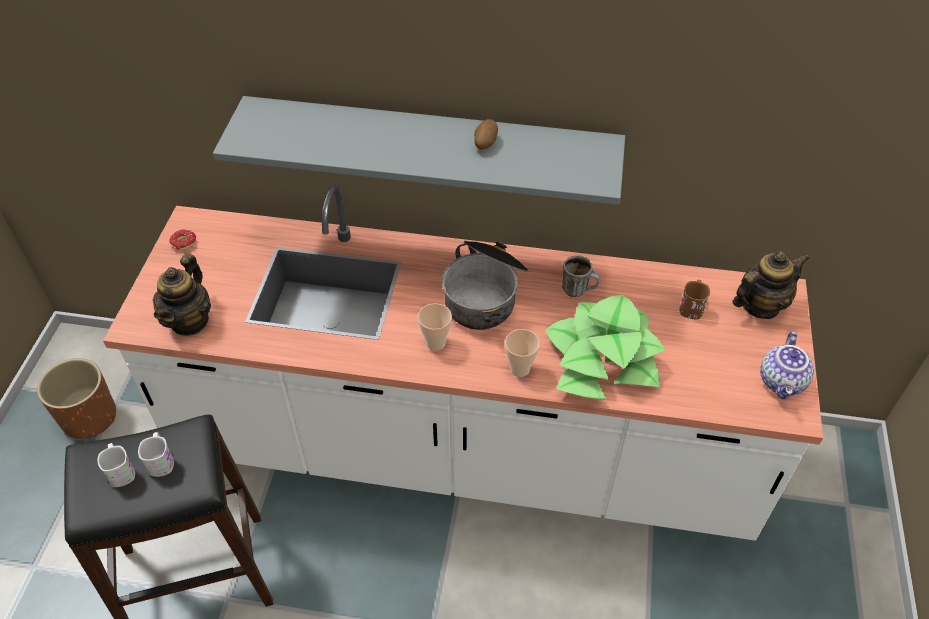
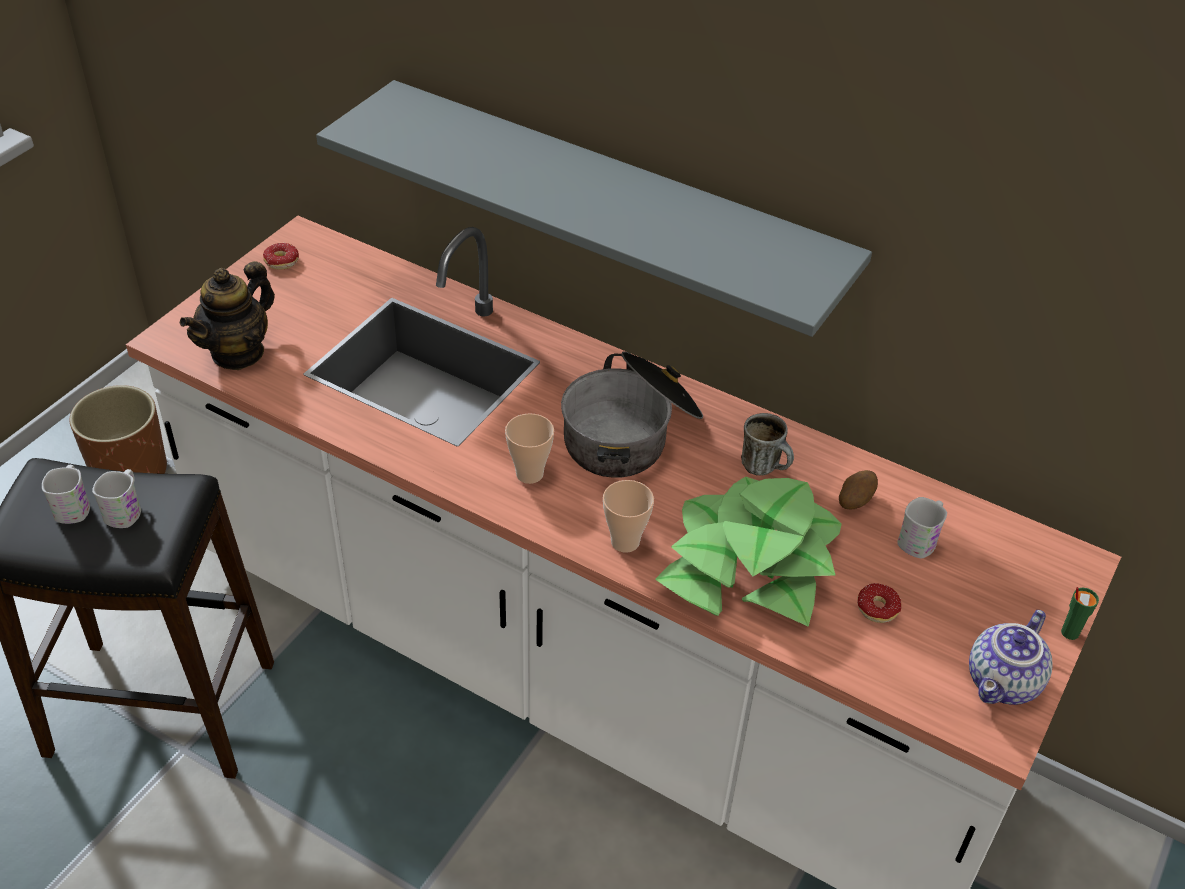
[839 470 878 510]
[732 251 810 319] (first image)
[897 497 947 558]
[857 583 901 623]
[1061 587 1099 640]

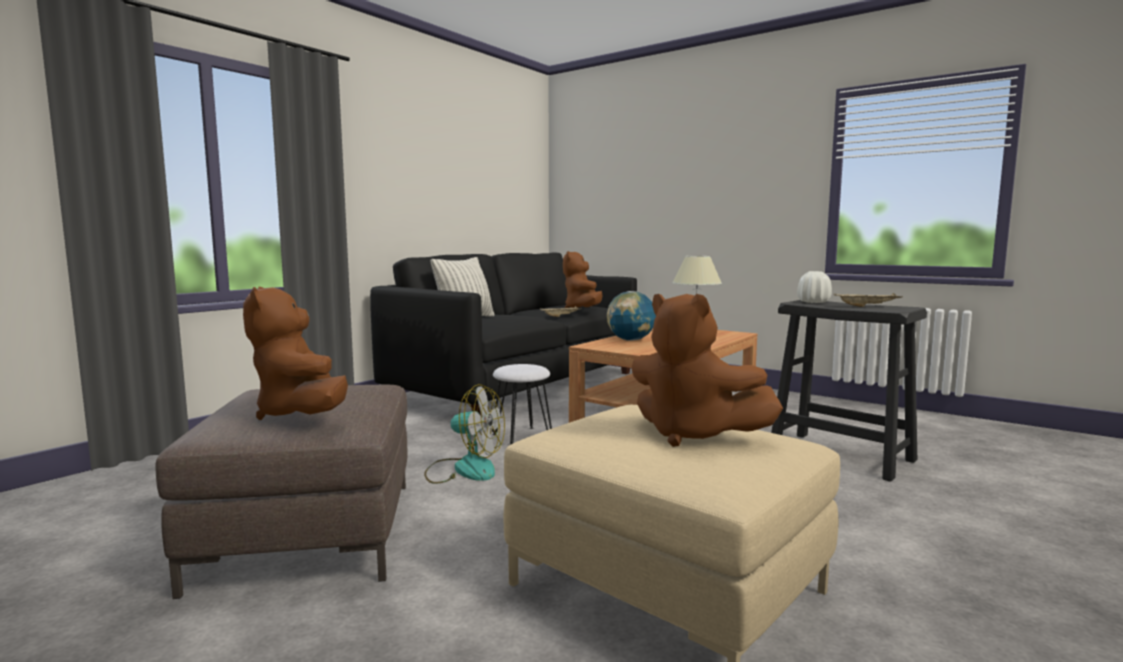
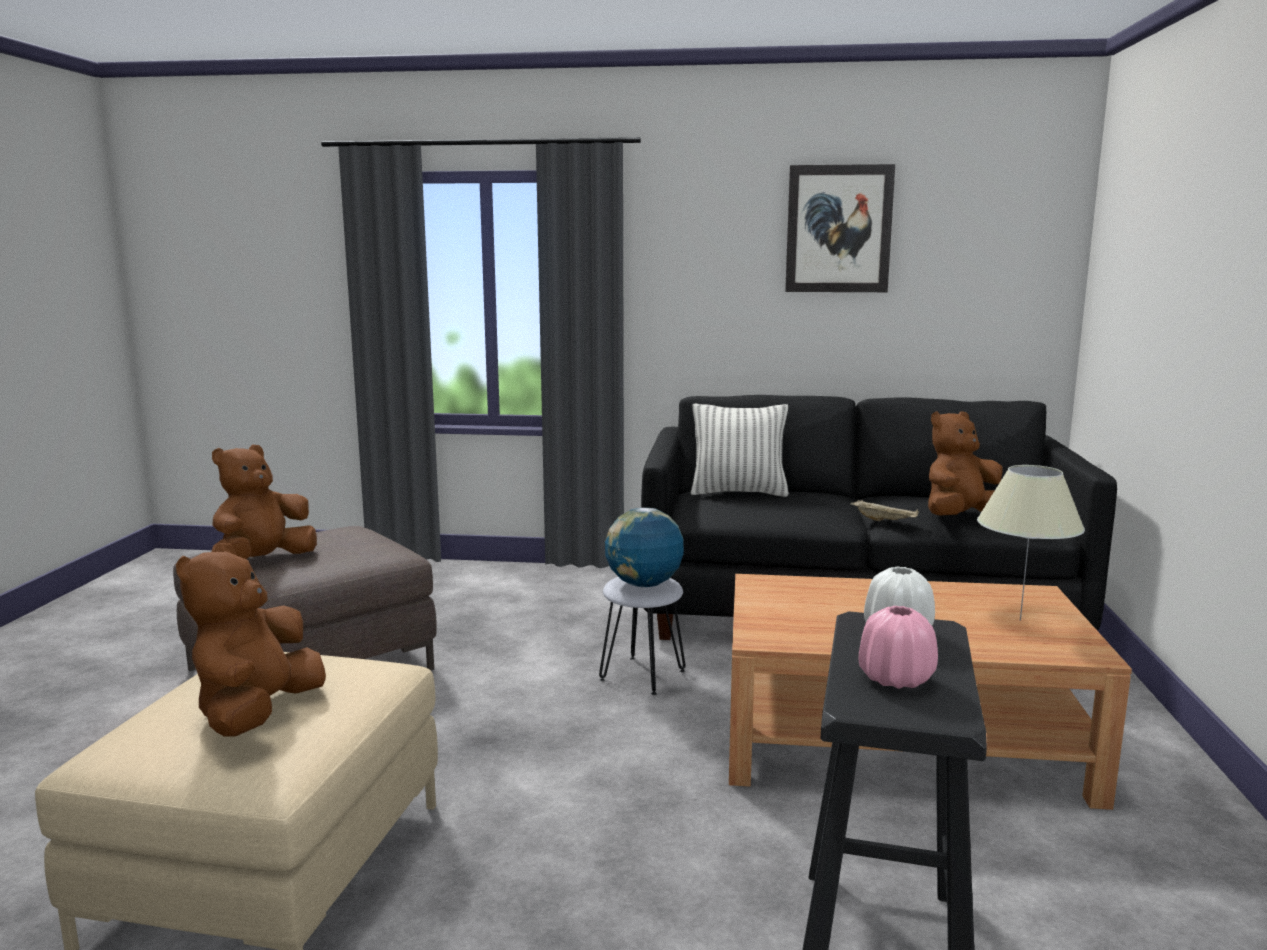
[605 508 684 587]
[858 606 938 689]
[424 384 505 484] (first image)
[785 164 895 292]

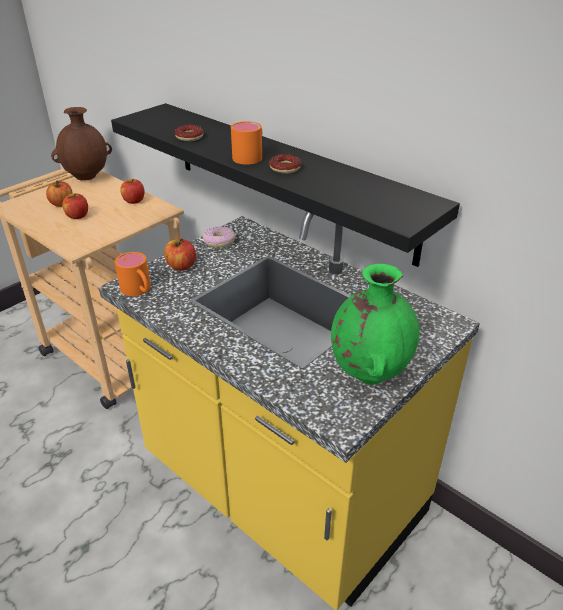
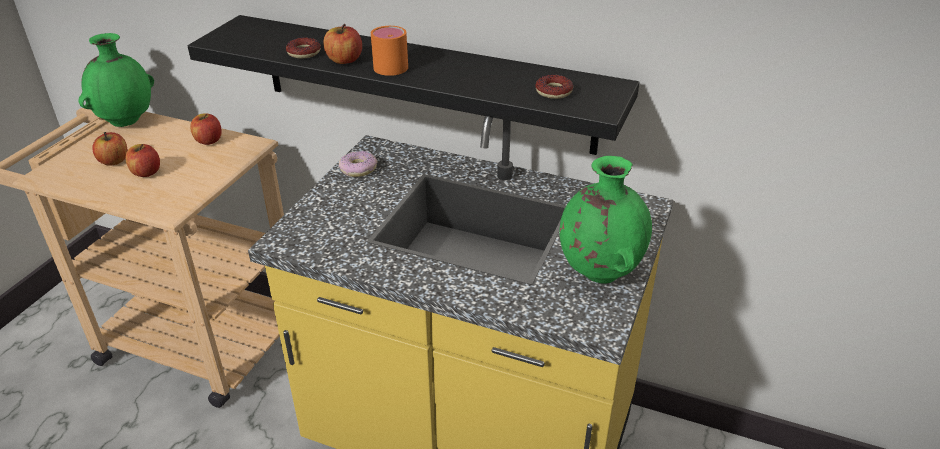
[78 33 154 127]
[535 75 573 99]
[323 24 362 64]
[115 252 151 296] (first image)

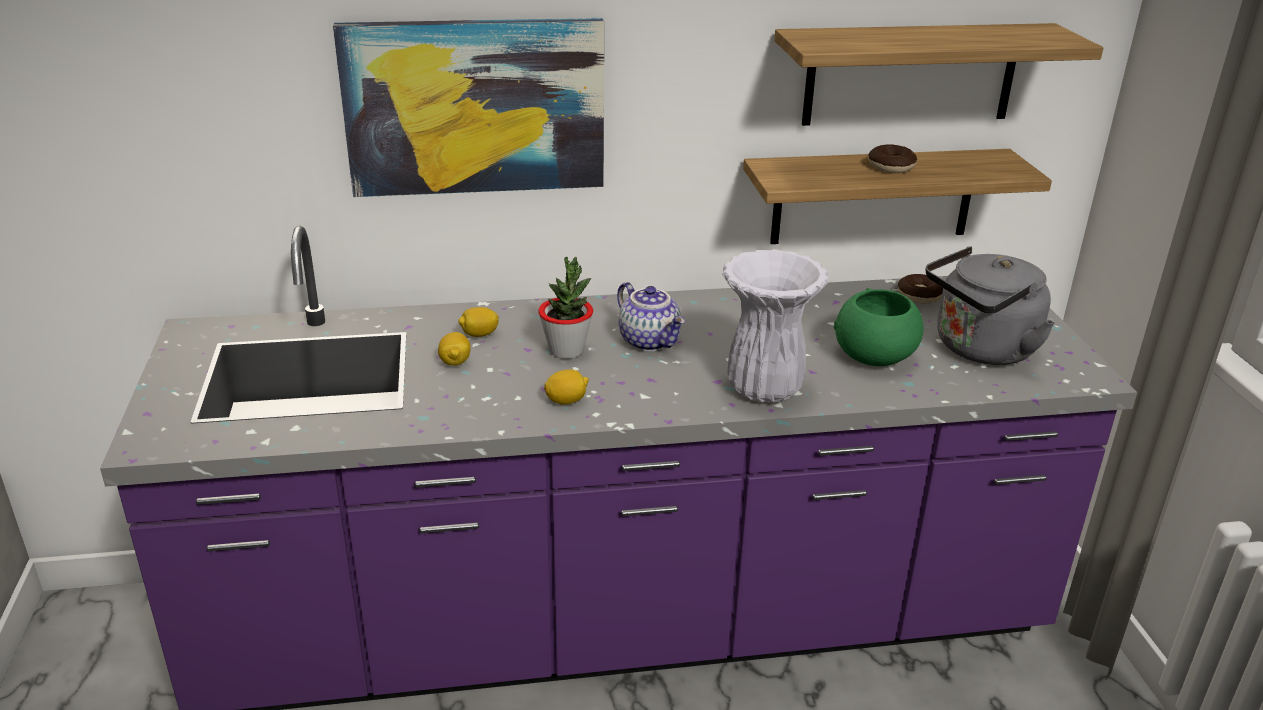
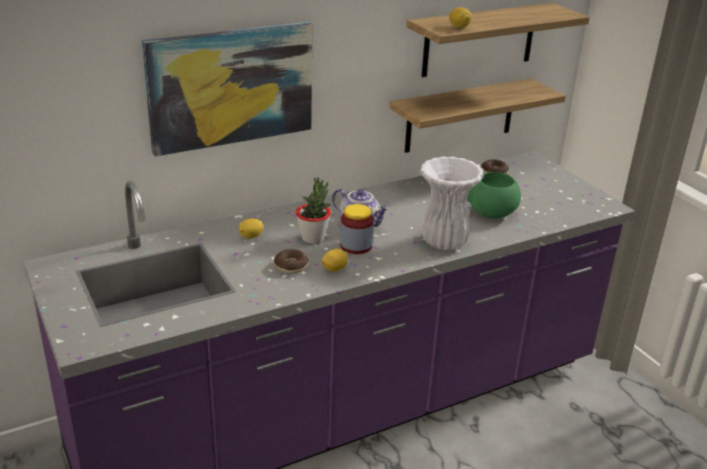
[274 249 309 274]
[926 246 1055 365] (first image)
[449 7 472 28]
[340 204 374 254]

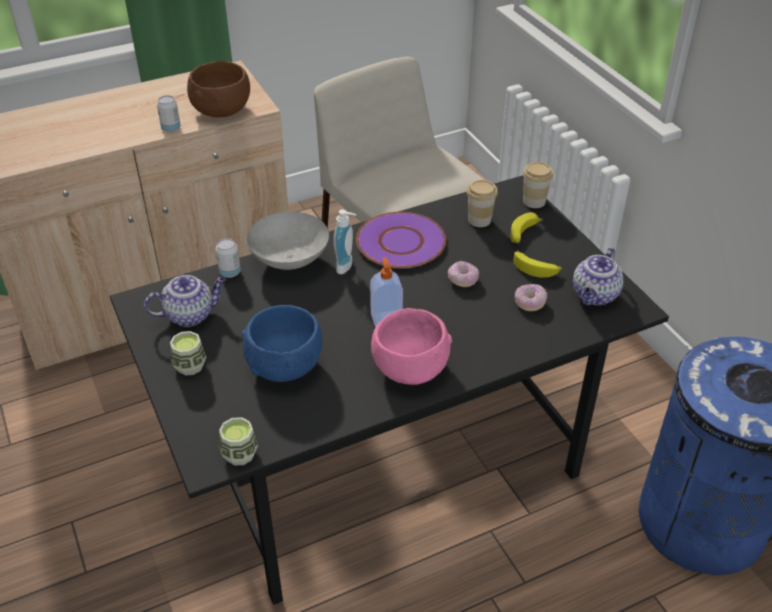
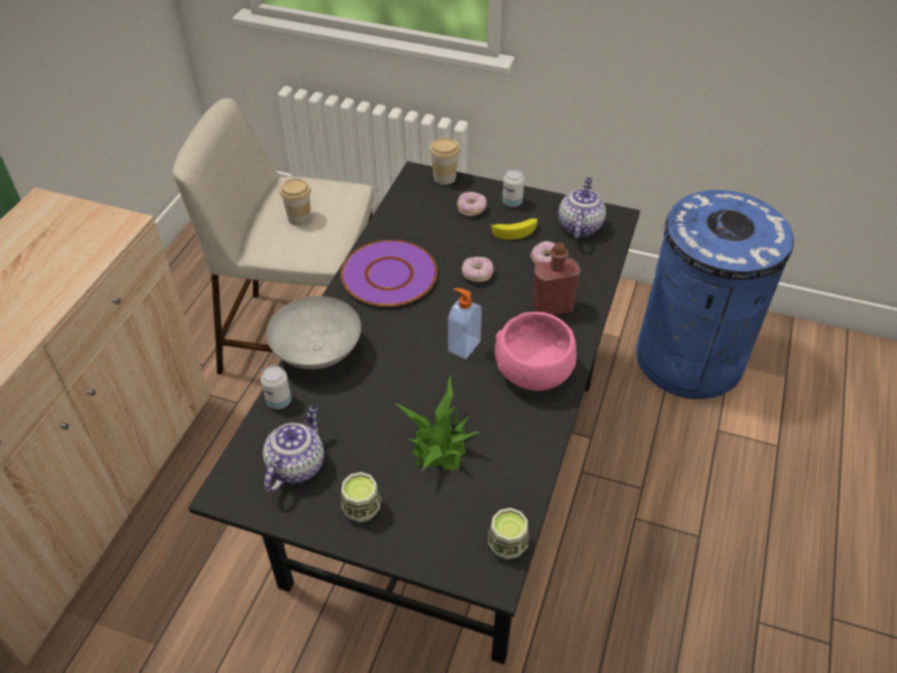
[187 61 250 117] (first image)
[502 169 524 207]
[280 178 311 226]
[334 209 356 274] (first image)
[457 192 487 216]
[558 177 606 239]
[396 376 479 470]
[532 243 580 315]

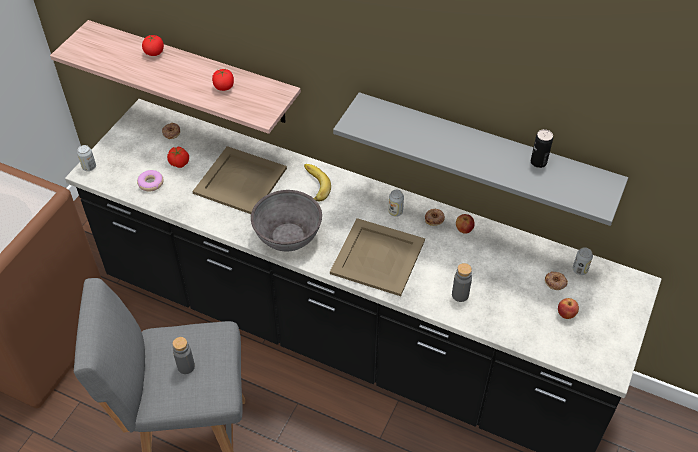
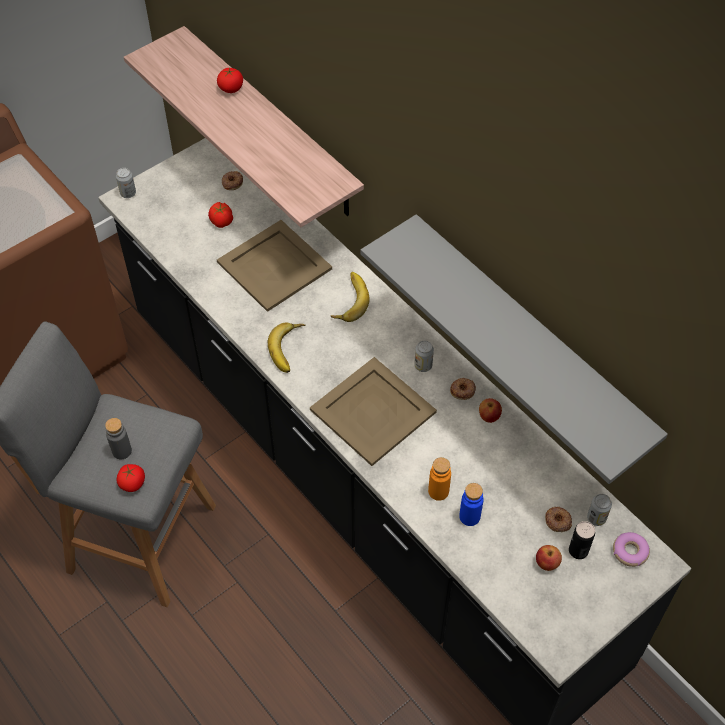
[117 464 145 492]
[569 521 595 559]
[613 532 650 567]
[268 322 305 373]
[428 457 451 501]
[459 483 483 526]

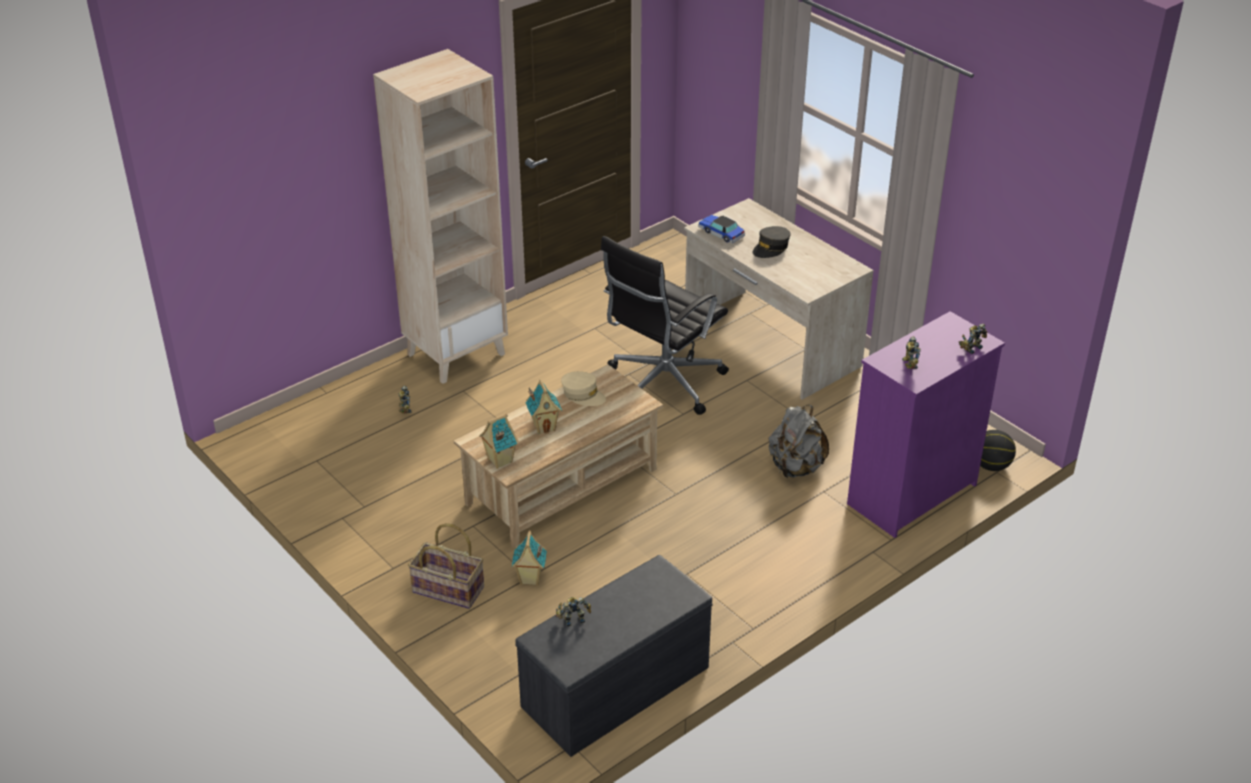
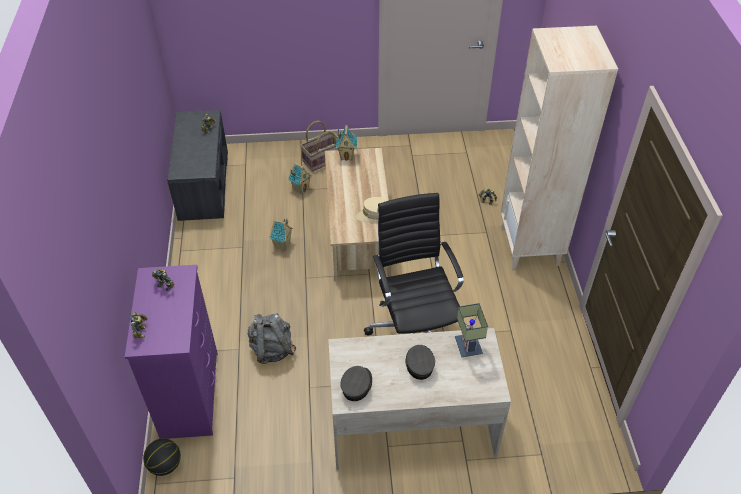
[455 303 488 357]
[269 219 293 251]
[340 366 372 401]

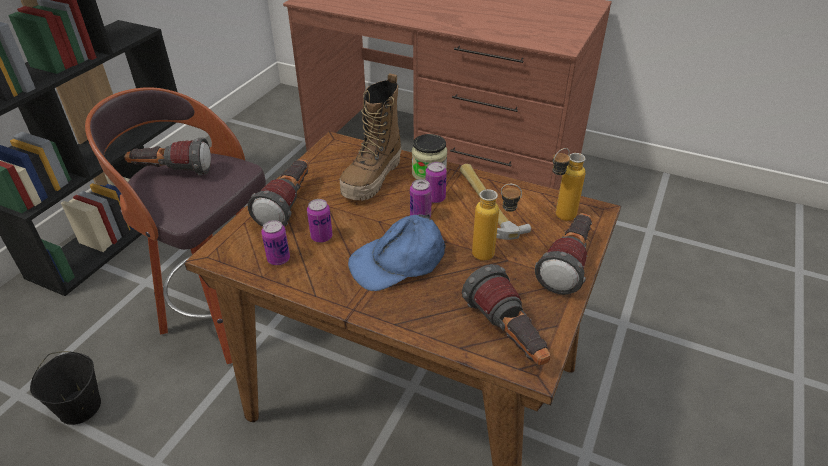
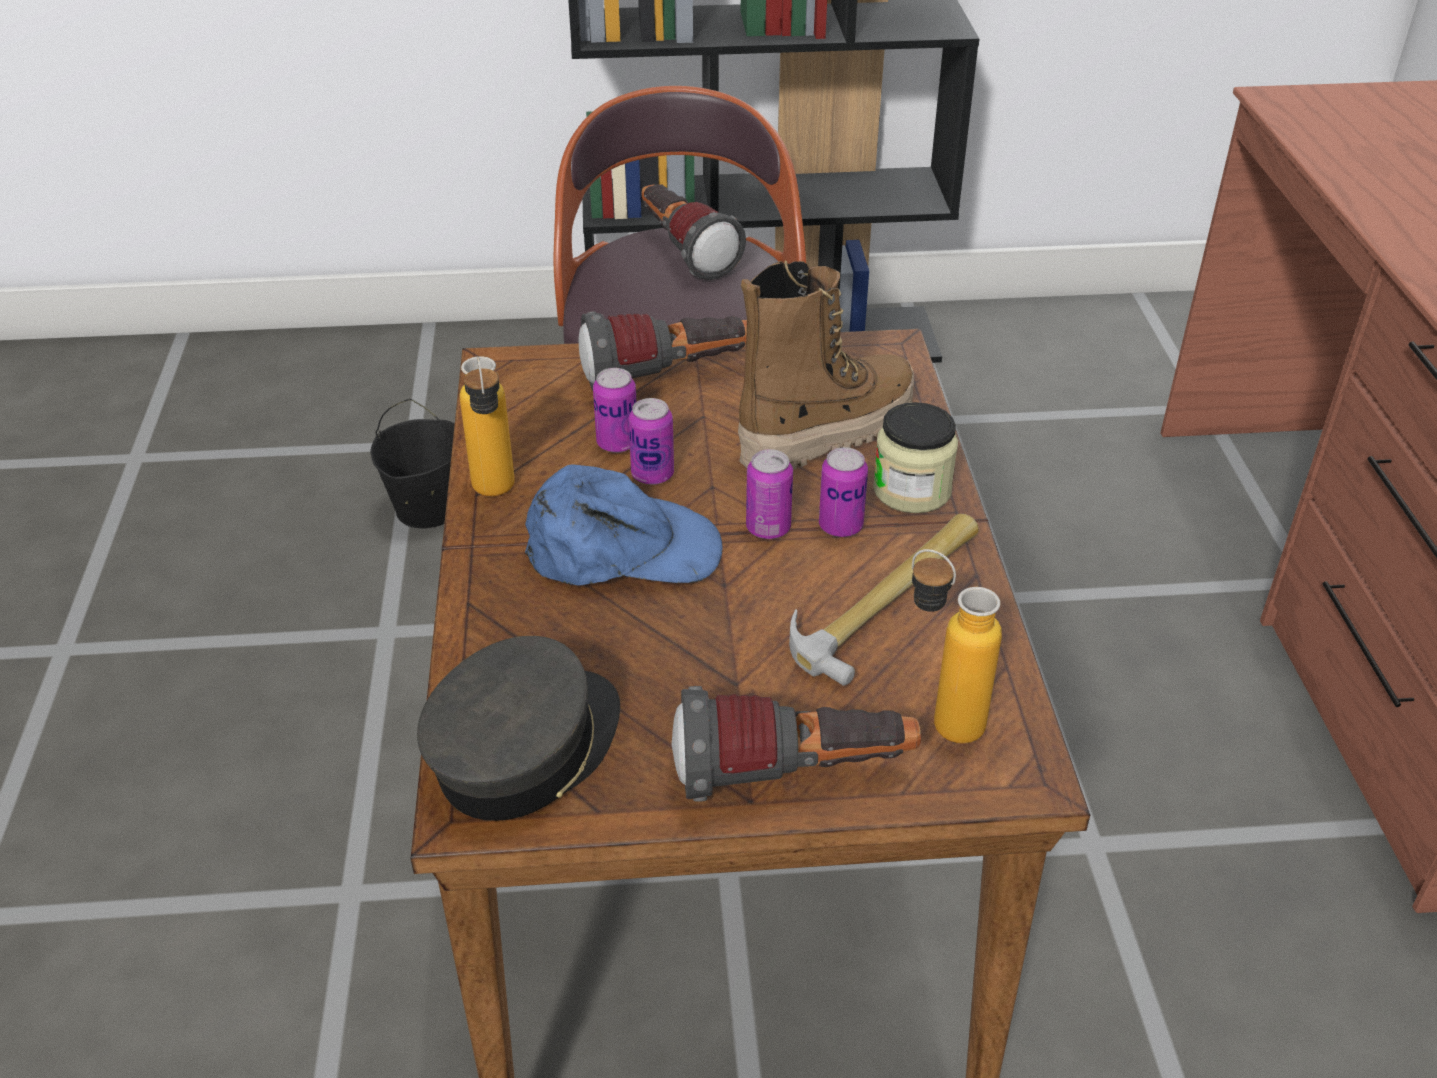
[738 261 914 470]
[460 356 515 496]
[525 464 723 586]
[629 398 674 485]
[417 636 620 821]

